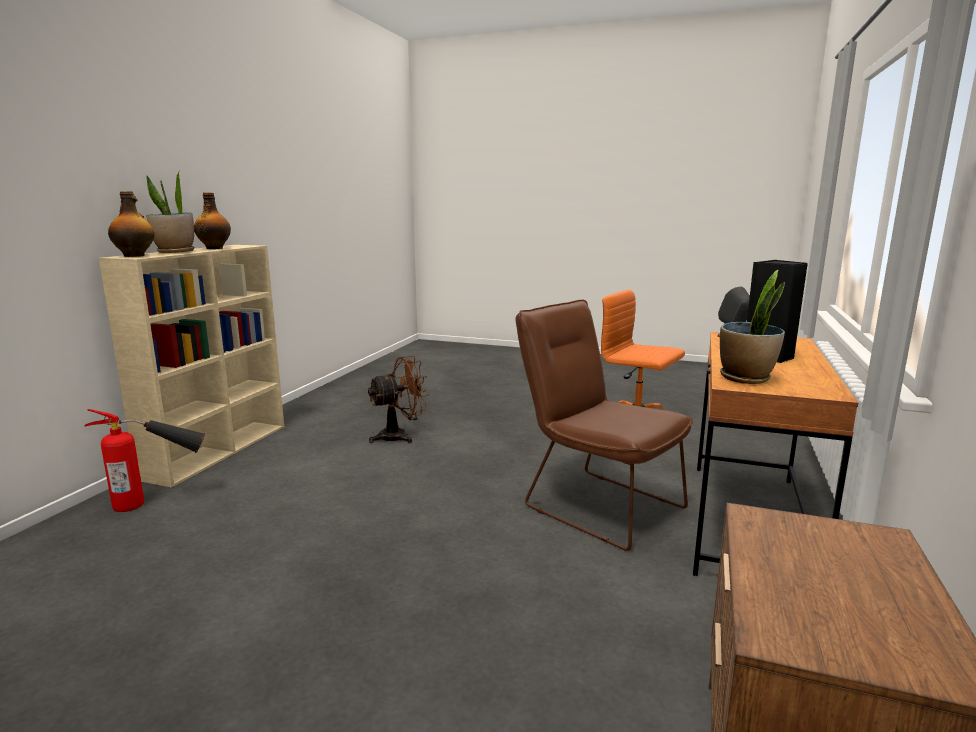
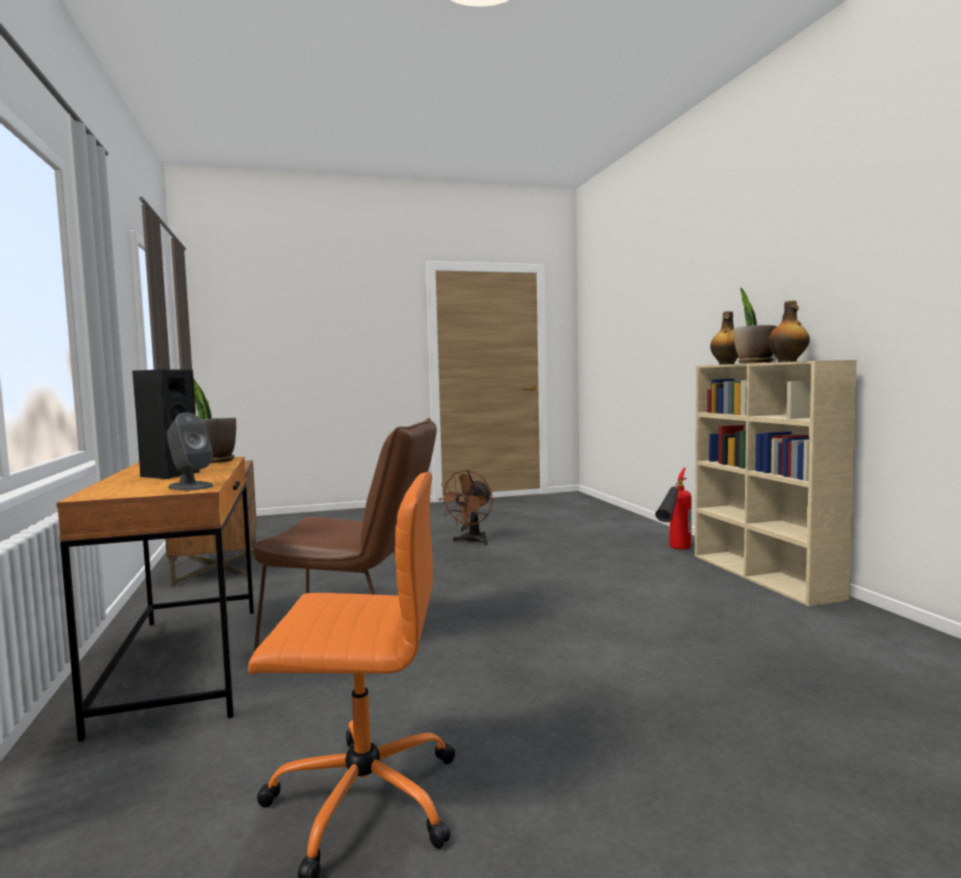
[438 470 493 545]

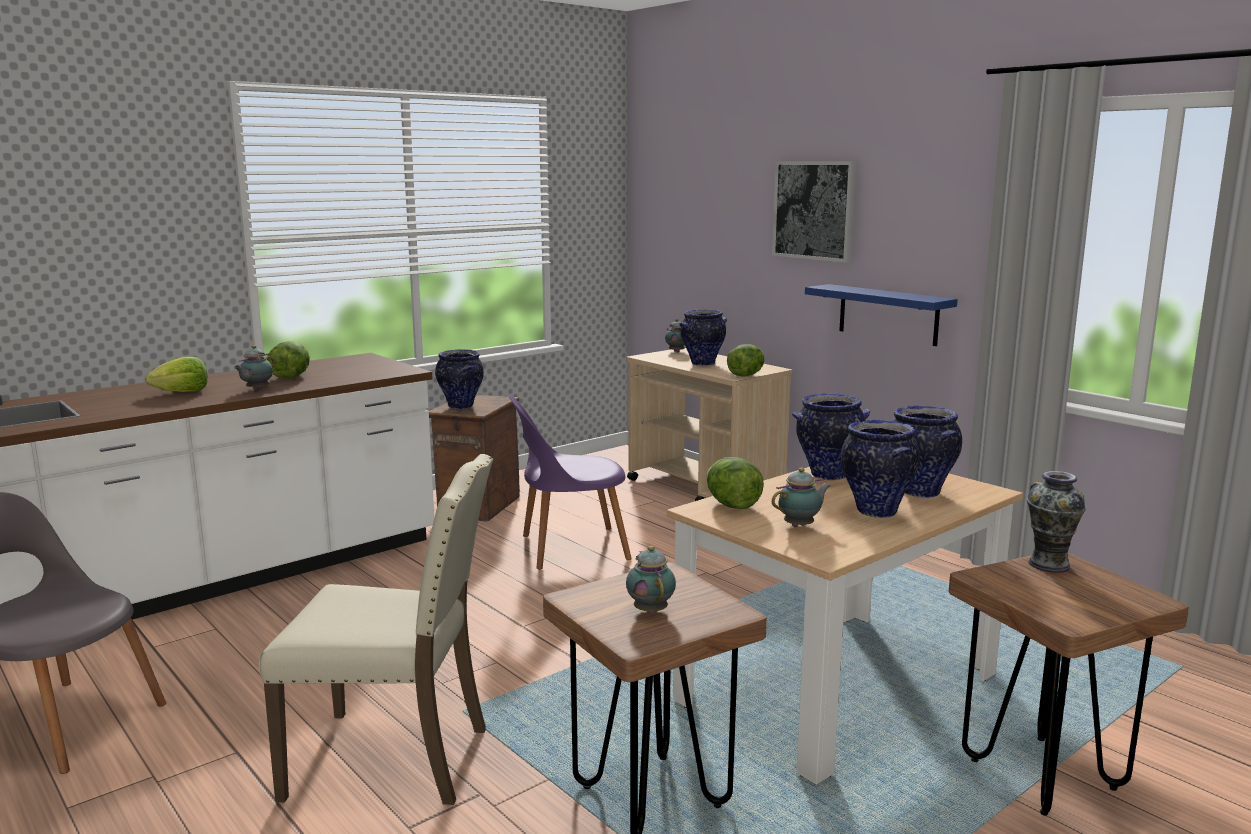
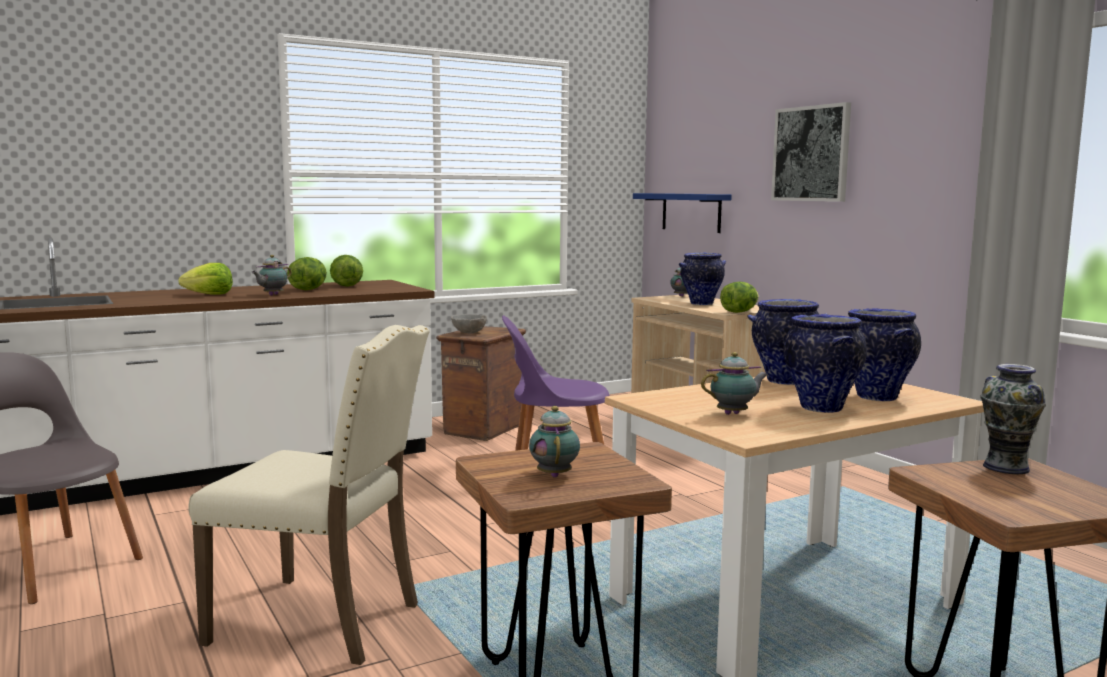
[633 193 732 233]
[451 314 487 333]
[330 255 363 287]

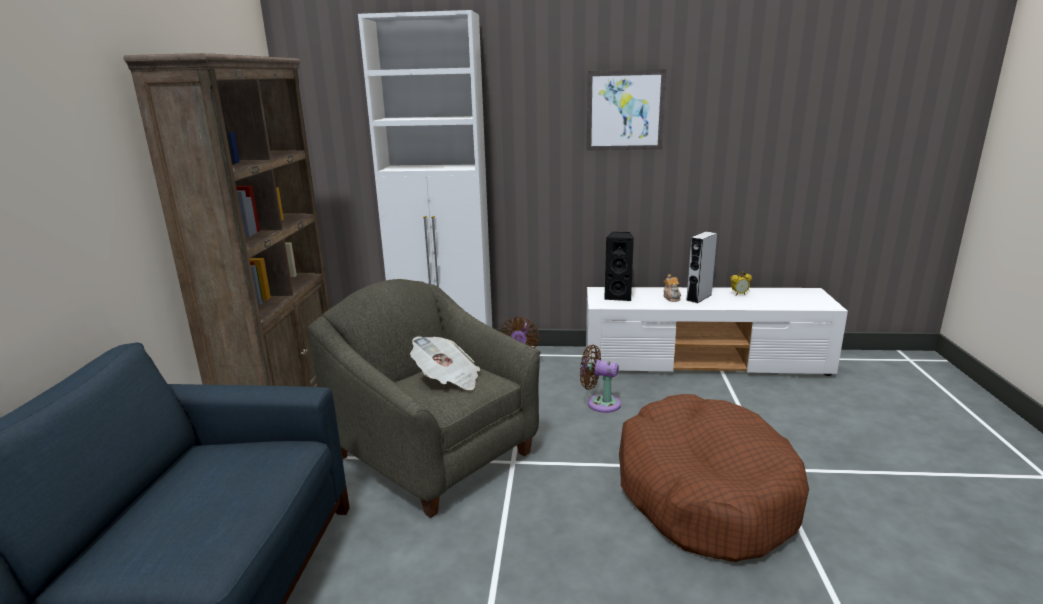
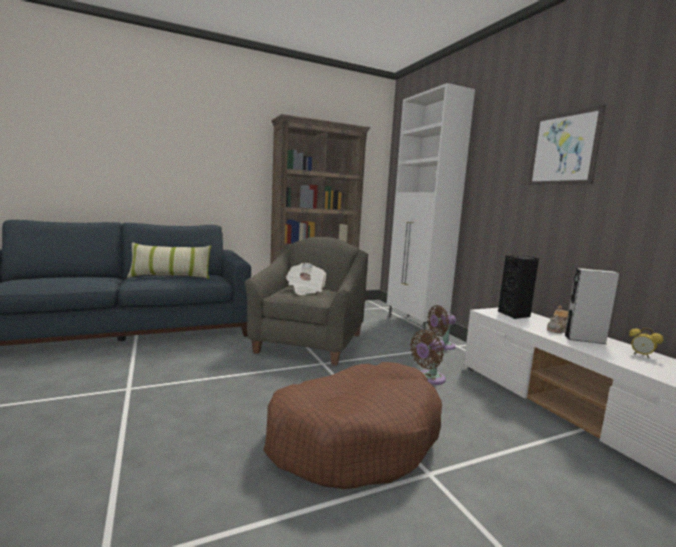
[410 330 446 385]
[127 242 211 279]

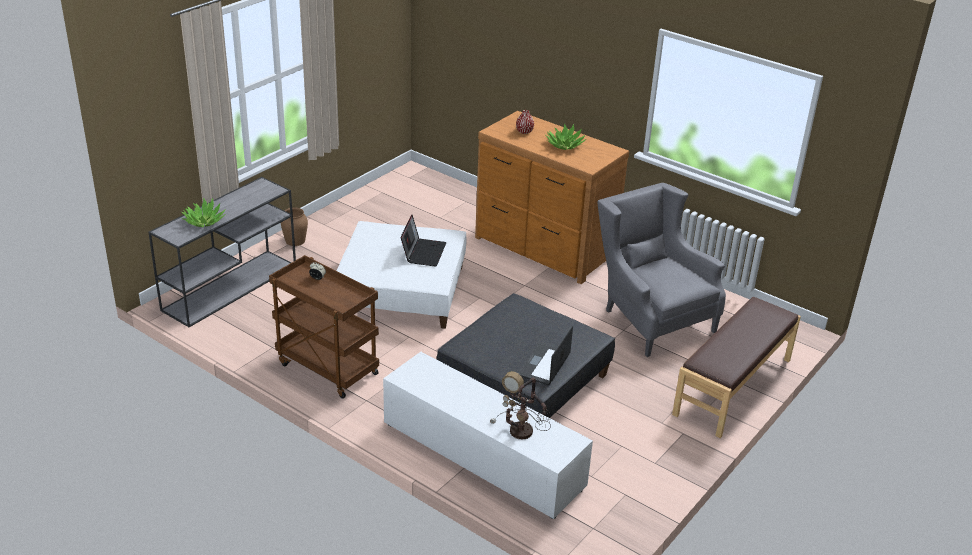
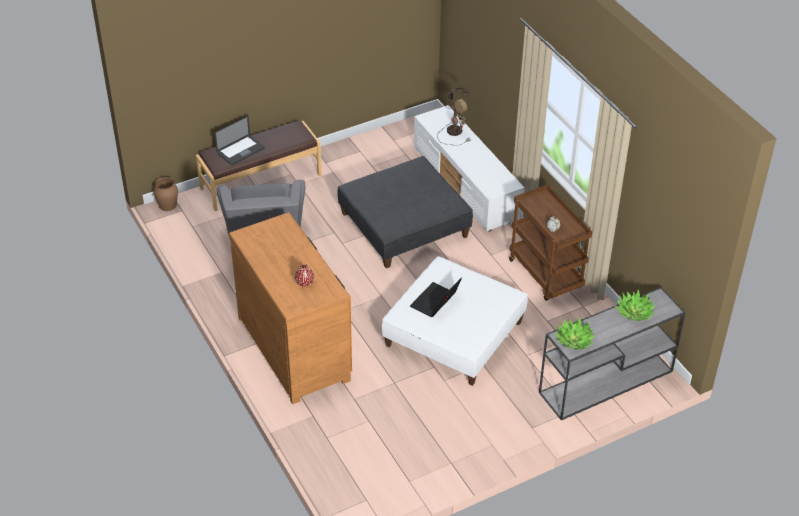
[554 318 596 350]
[154 177 178 211]
[215 116 265 165]

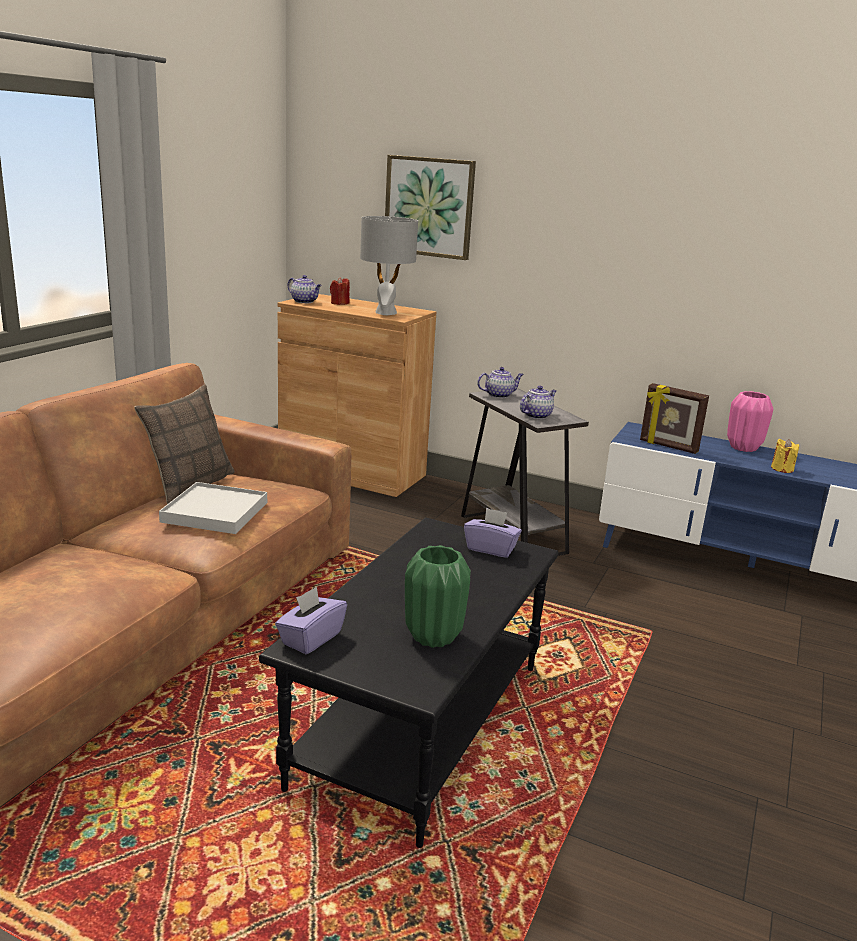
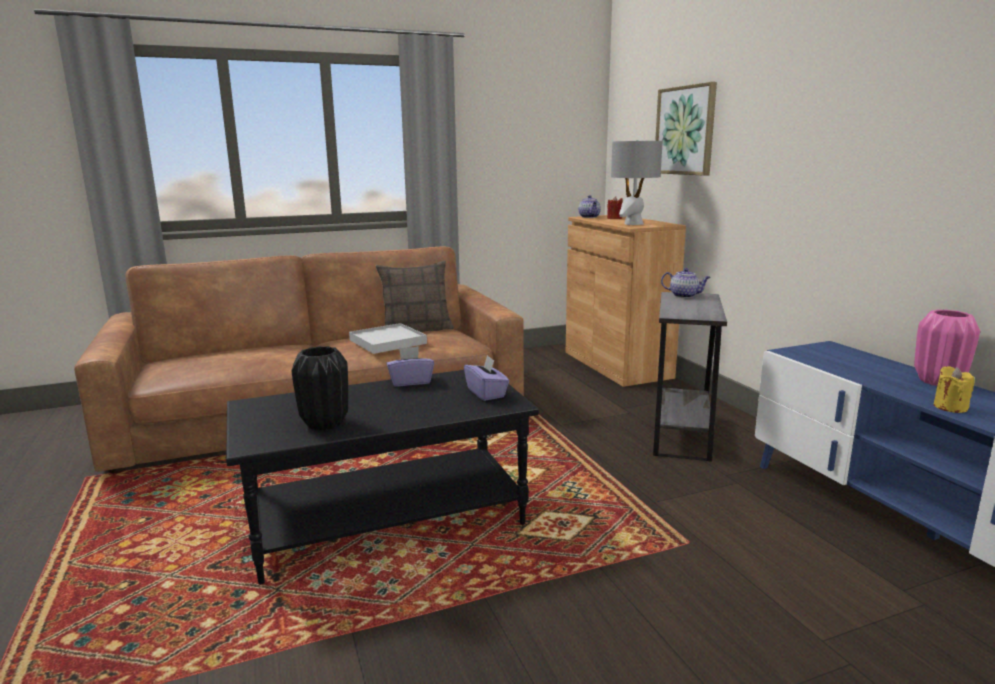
[640 383 709 454] (first image)
[520 386 556 419] (first image)
[292 346 348 430]
[387 346 434 386]

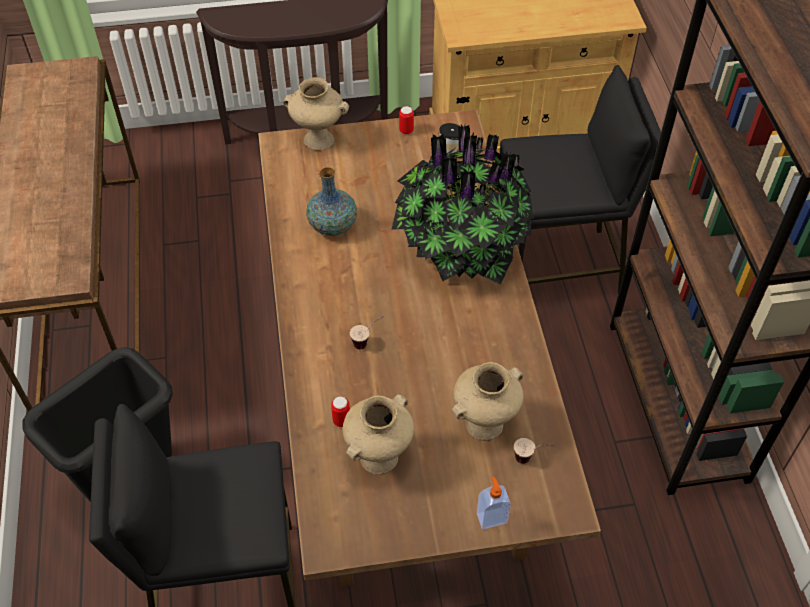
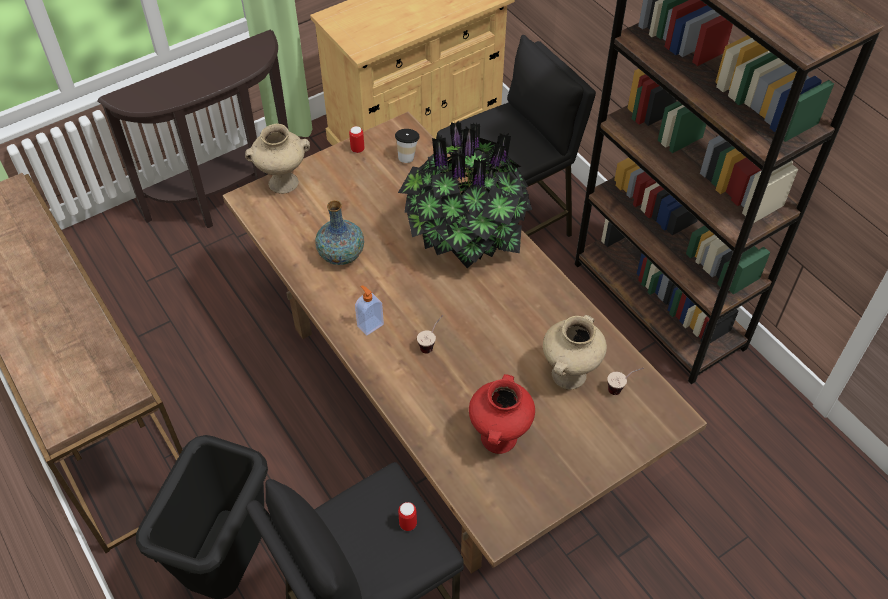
[469 374 535 454]
[398 502 417 531]
[355 285 384 336]

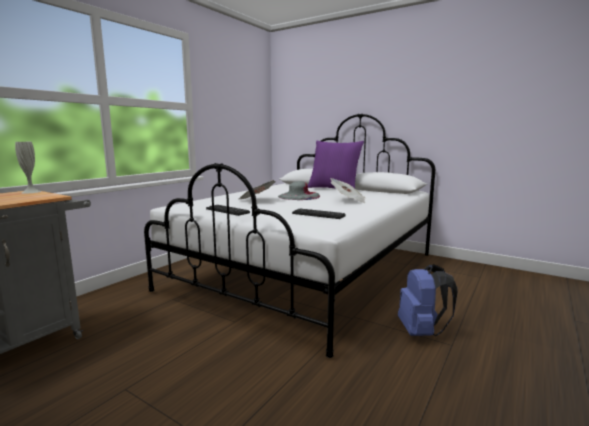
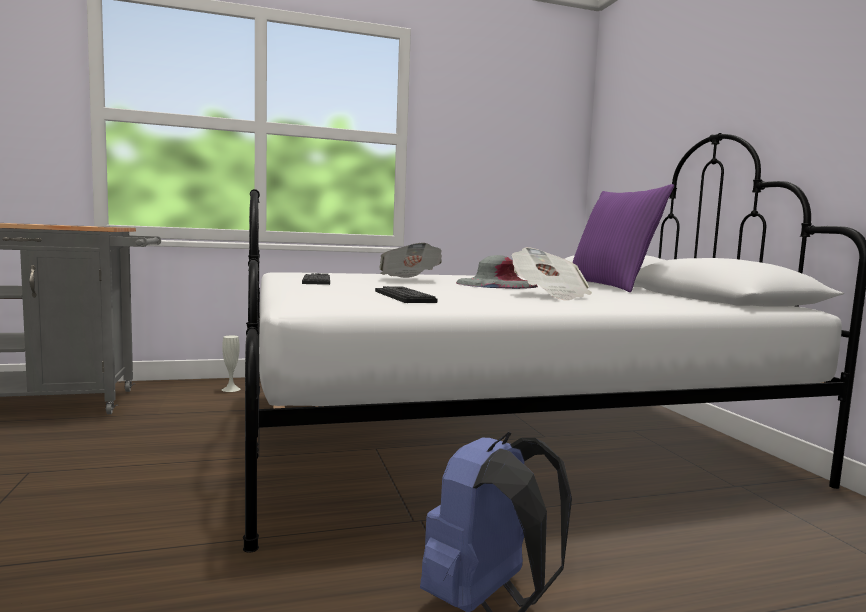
[222 336 241 392]

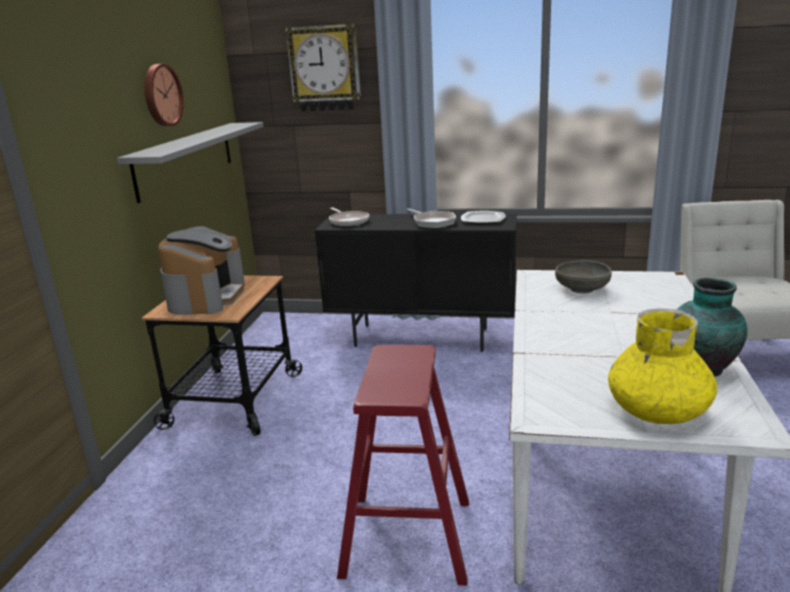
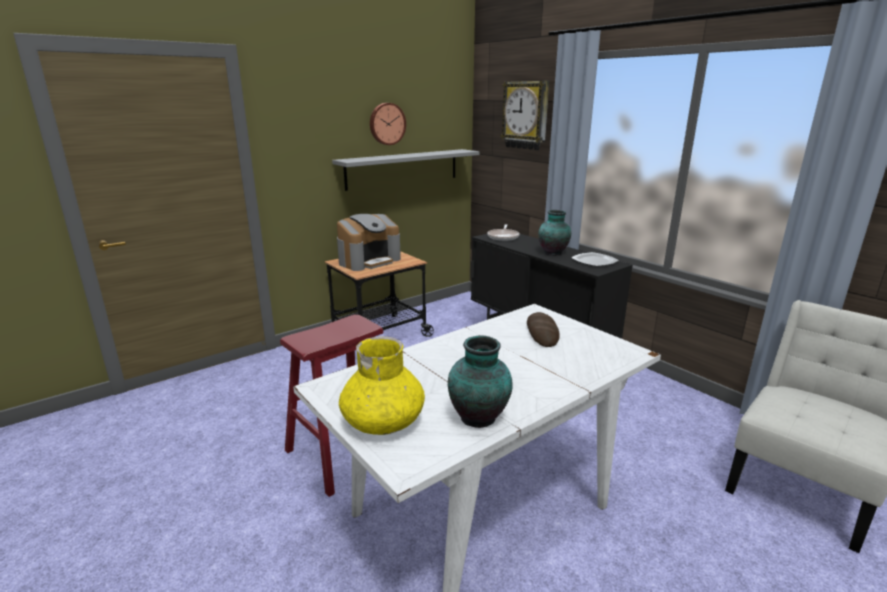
[538 210 571 256]
[527 312 560 347]

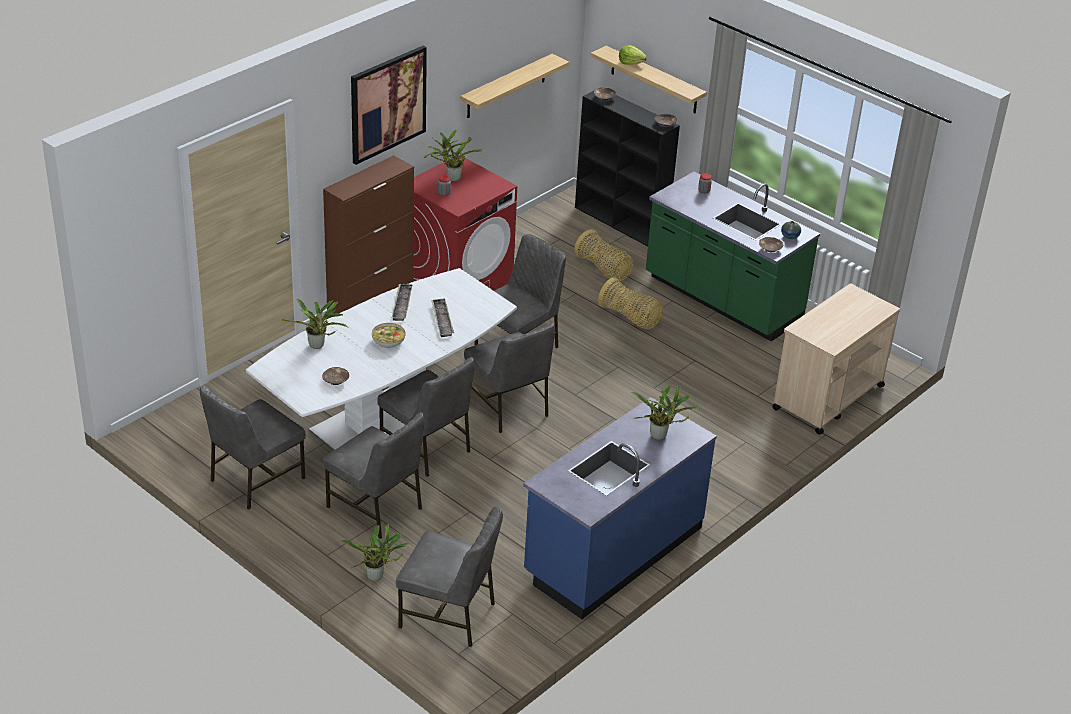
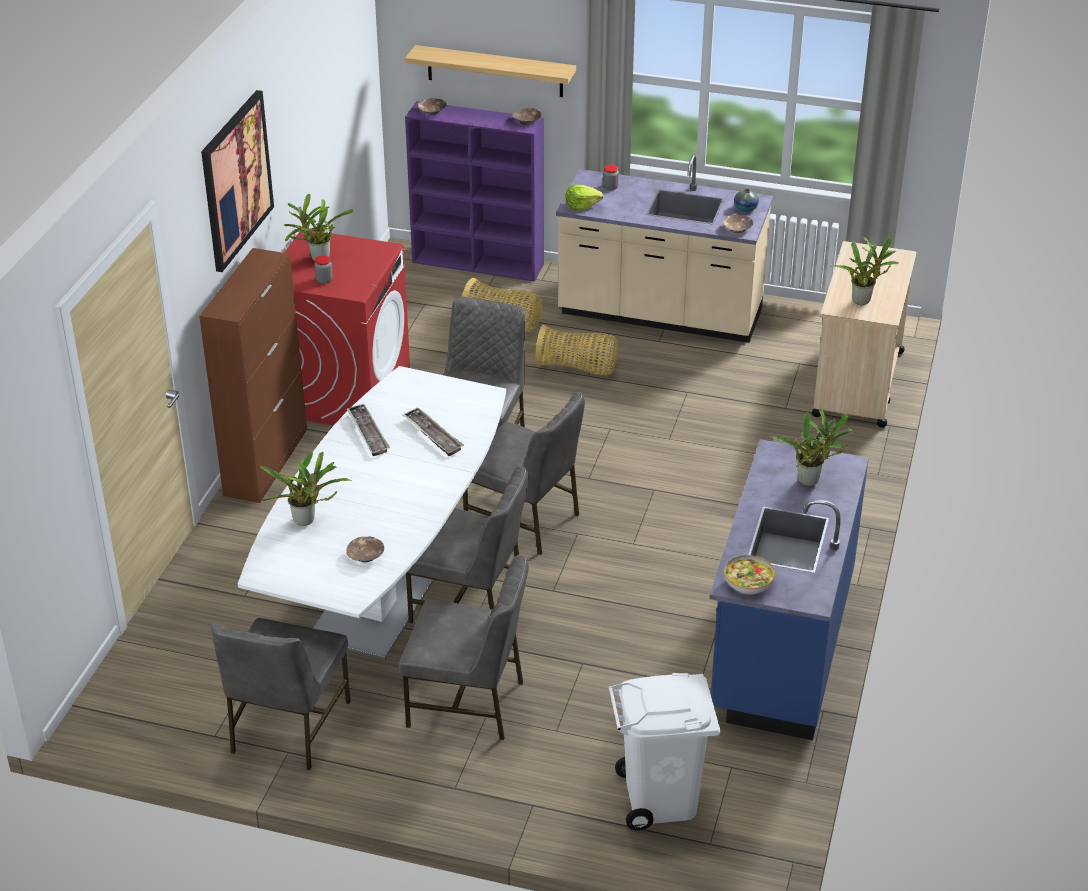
[566 185 603 211]
[460 54 569 118] (first image)
[405 101 544 282]
[556 155 773 343]
[724 555 775 595]
[609 673 721 831]
[831 237 898 305]

